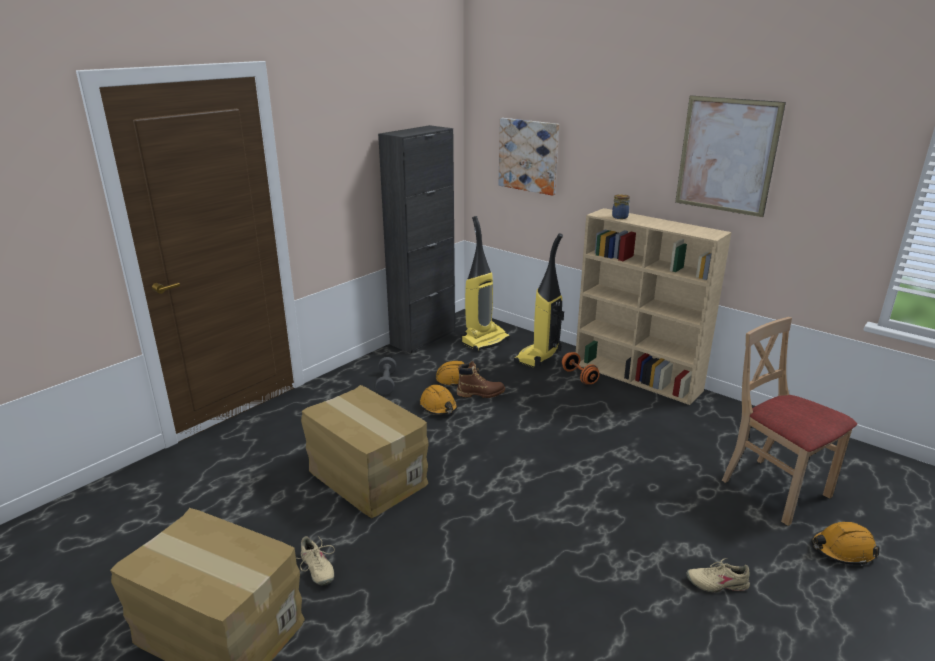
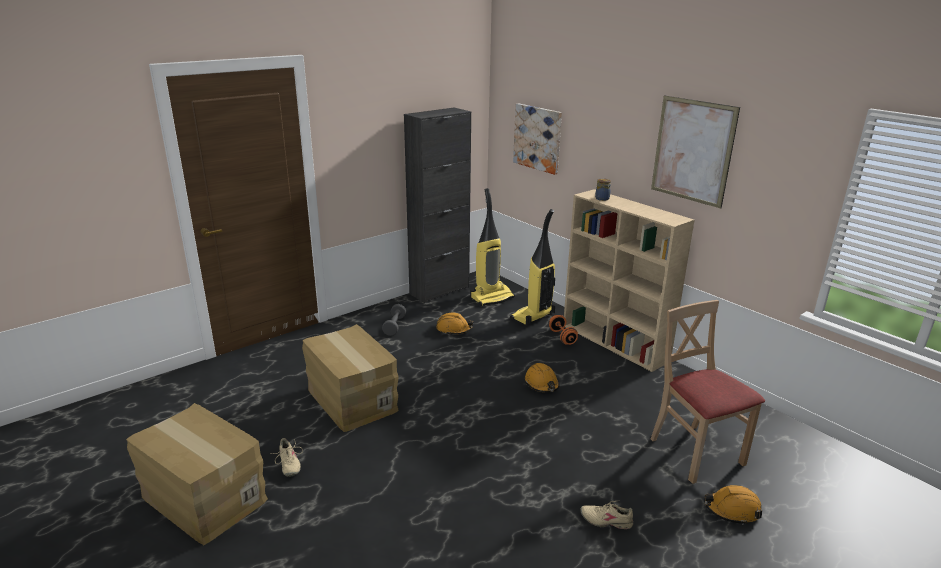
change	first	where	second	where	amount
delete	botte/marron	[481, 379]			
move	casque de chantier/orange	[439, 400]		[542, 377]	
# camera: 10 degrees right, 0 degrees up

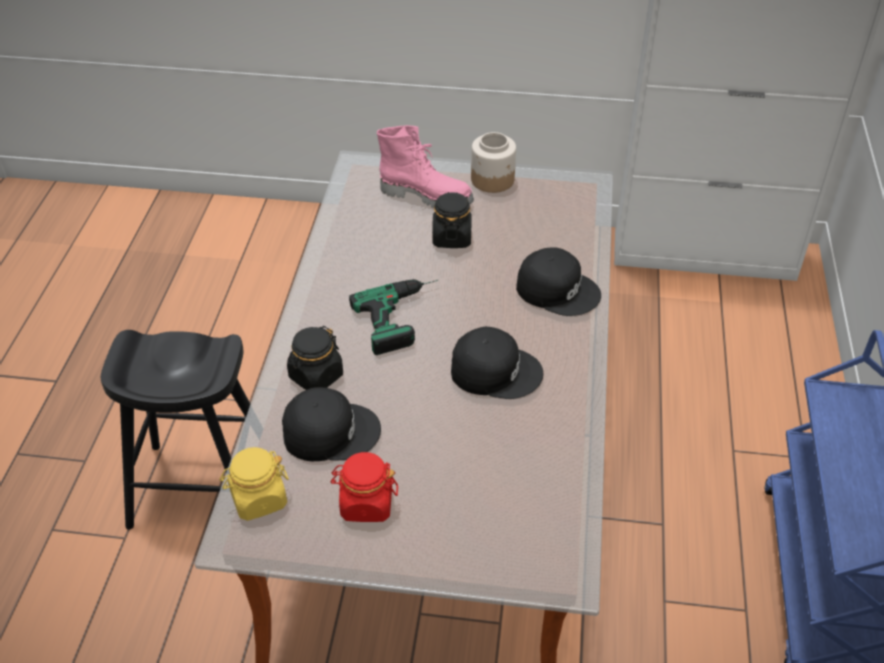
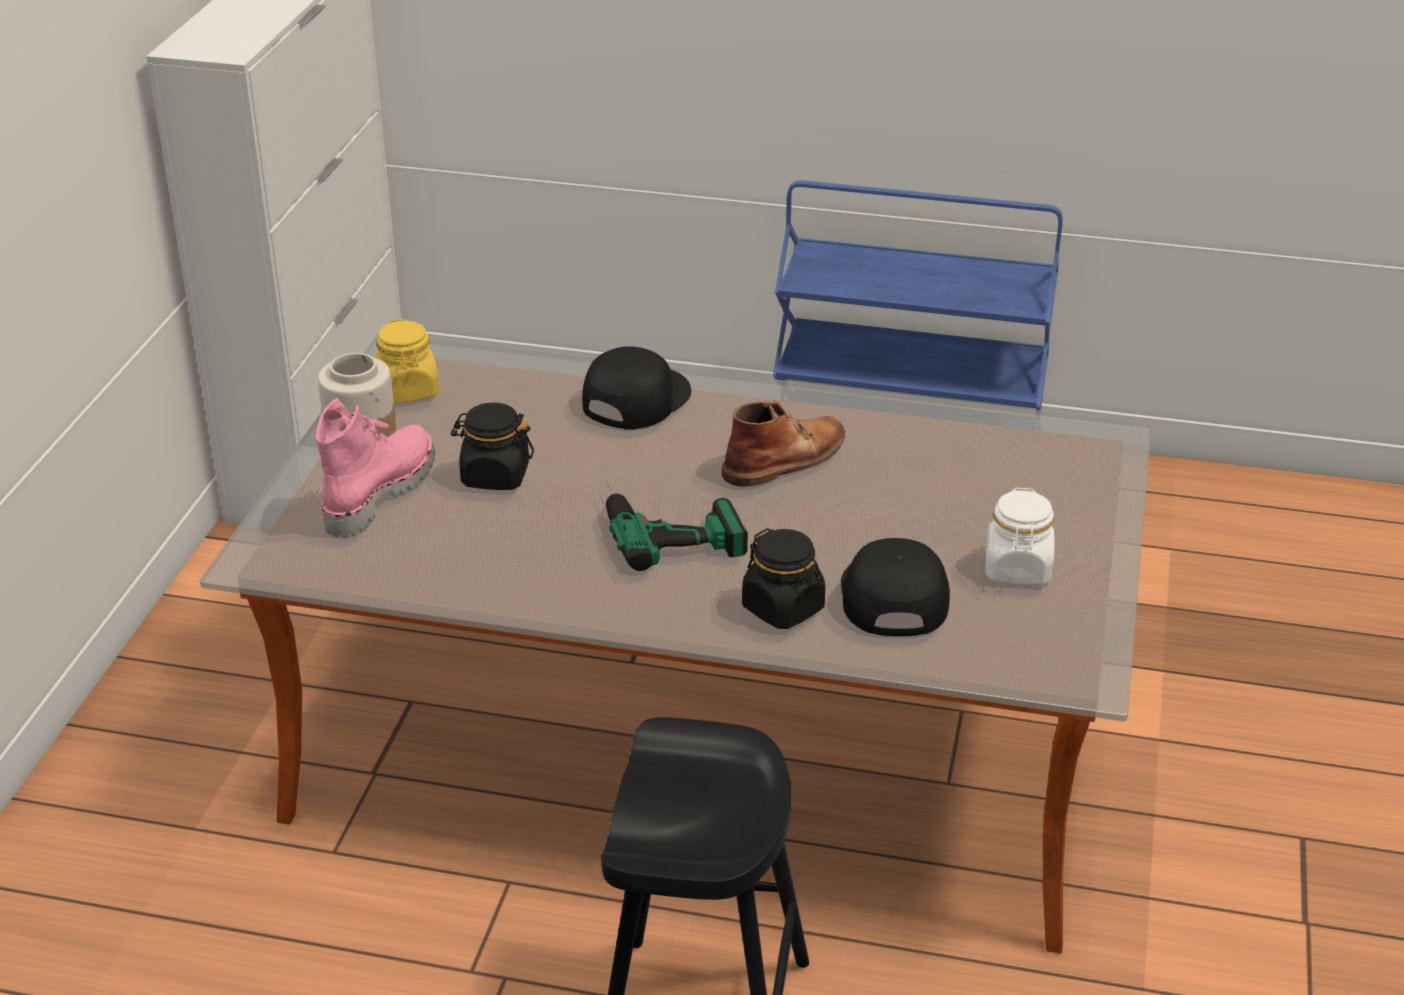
change	first	where	second	where	amount
replace	casquette/noir	[497, 363]	botte/marron	[783, 443]	
move	bocal/jaune	[254, 484]		[406, 361]	
recolor	bocal/rouge	[364, 487]	bocal/blanc	[1020, 536]	
# camera: 85 degrees left, 10 degrees down

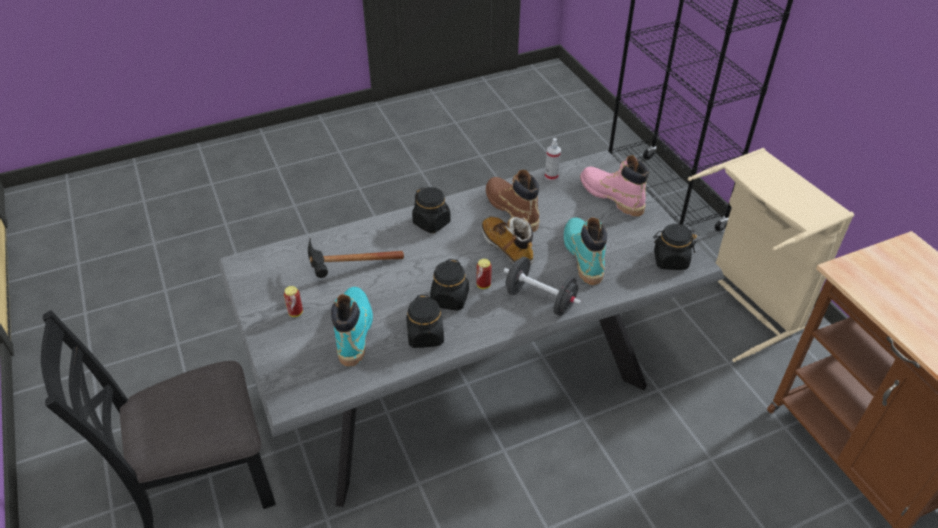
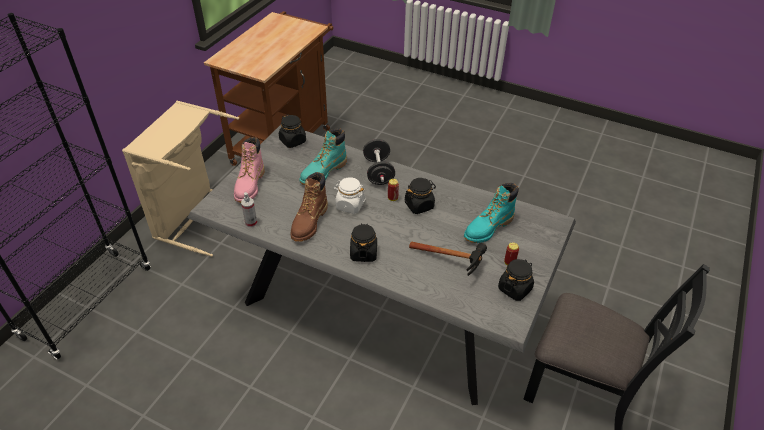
change	first	where	second	where	amount
replace	botte	[507, 241]	bocal/blanc	[350, 195]	
move	bocal/noir	[425, 321]		[516, 280]	
# camera: 130 degrees left, 0 degrees up

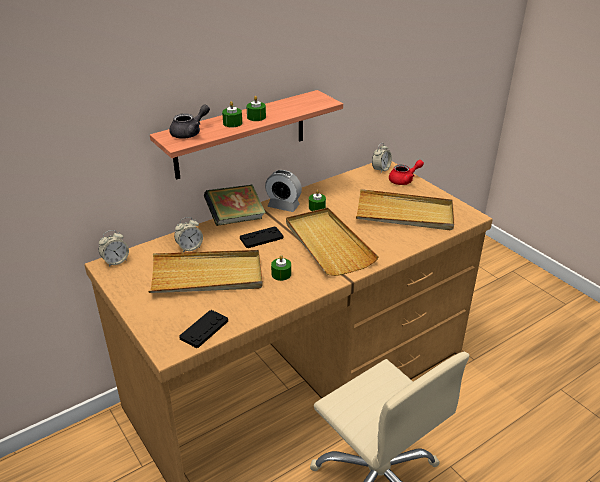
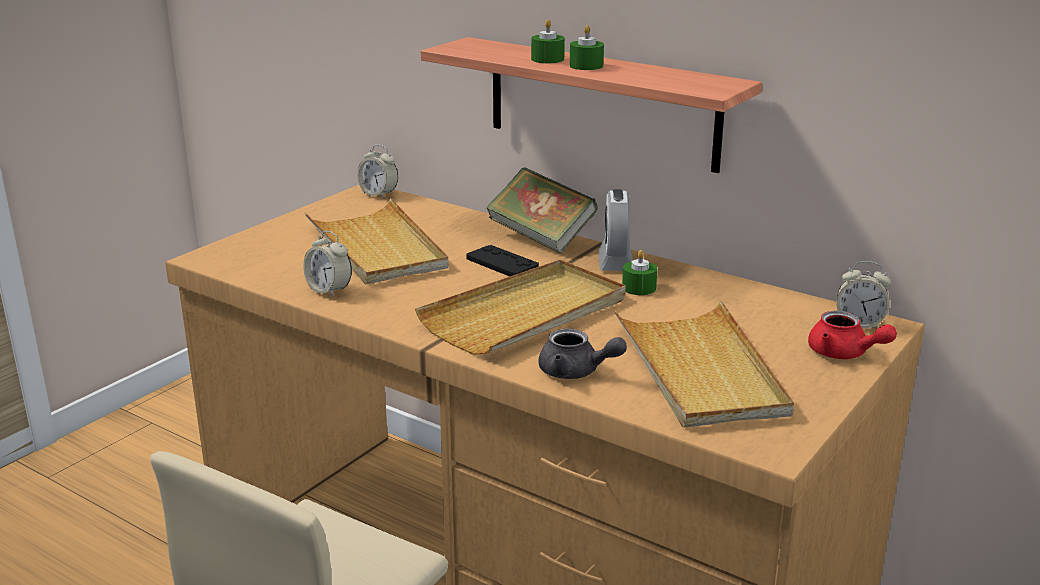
change	first	where	second	where	amount
move	théière/gris	[189, 121]		[582, 354]	
move	réveil	[188, 234]		[327, 264]	
delete	bougie/vert	[281, 268]			
delete	manette/noir	[203, 329]			
# camera: 70 degrees right, 10 degrees down

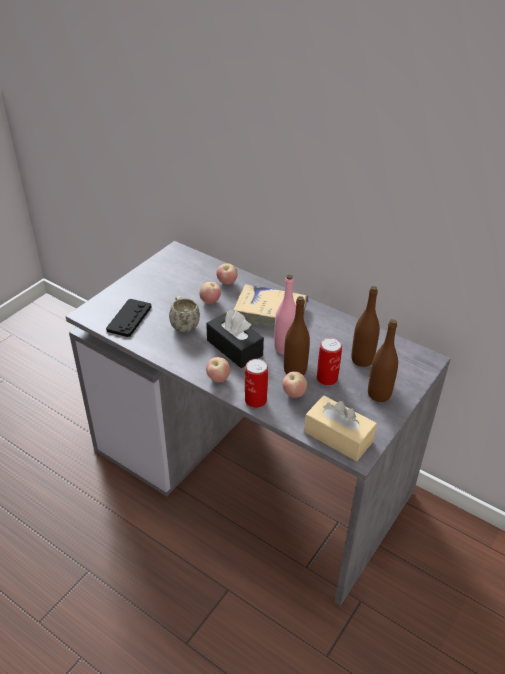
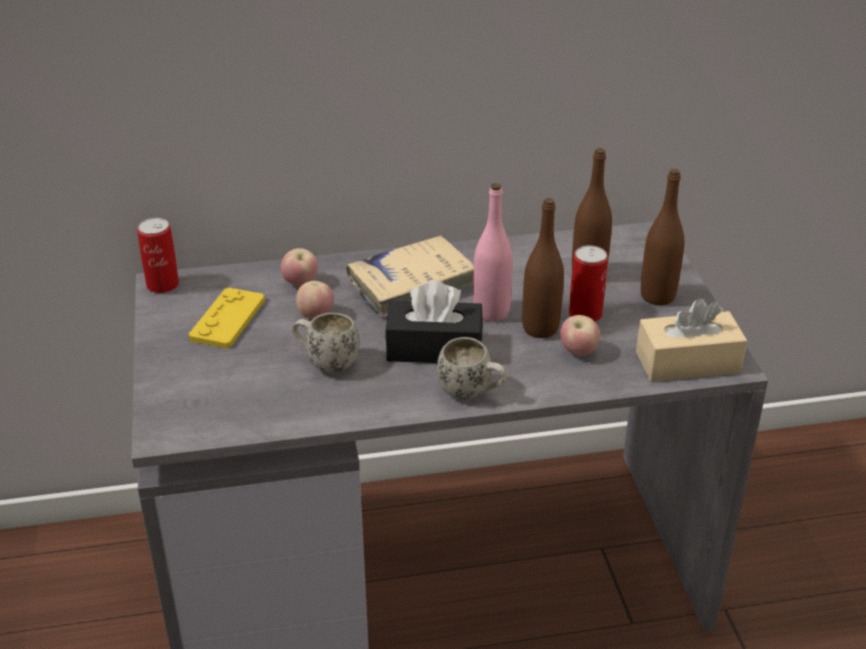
change	first	where	second	where	amount
delete	manette/noir	[128, 318]			
replace	pomme	[218, 370]	mug/blanc	[472, 368]	
move	boîte métallique	[256, 383]		[158, 255]	
insert			manette/jaune	[226, 318]	
# camera: 45 degrees left, 5 degrees down

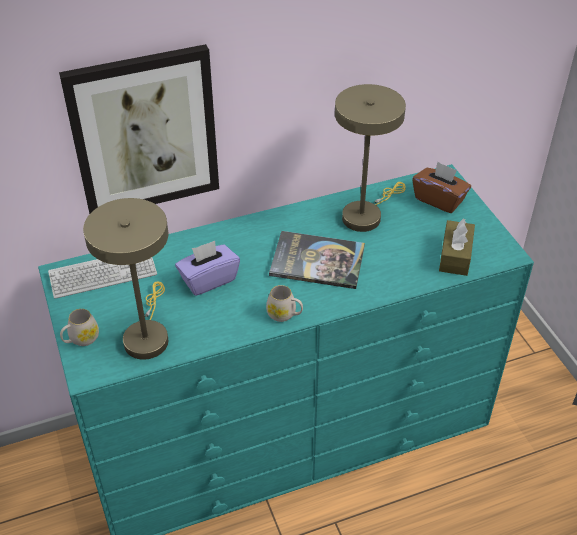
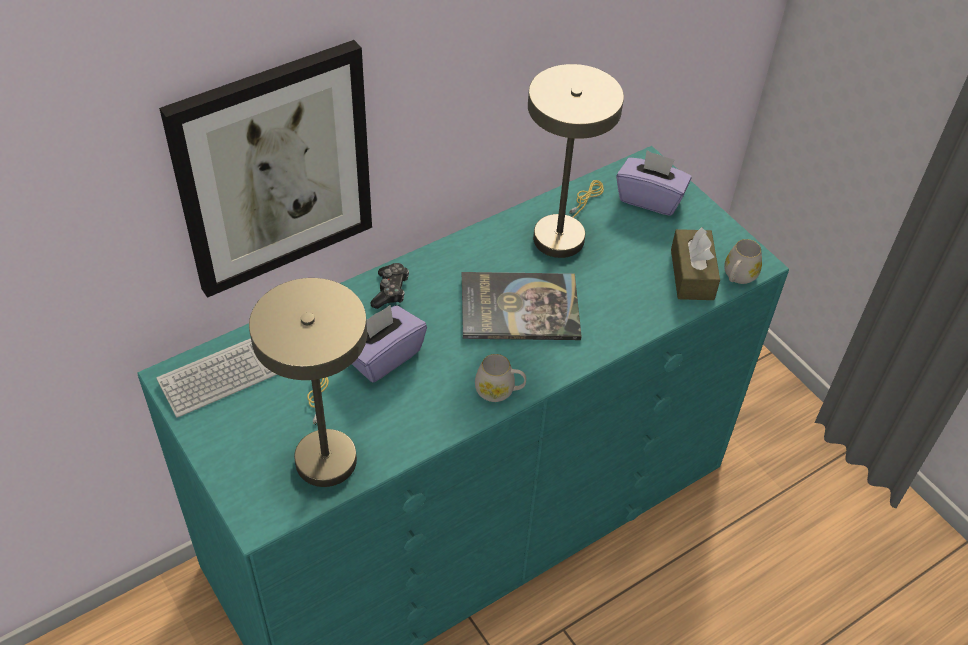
change	first	where	second	where	amount
recolor	boîte à mouchoirs/marron	[441, 187]	boîte à mouchoirs/violet	[654, 183]	
move	mug/blanc	[79, 327]		[743, 261]	
insert			manette	[390, 286]	
# camera: 15 degrees left, 5 degrees up

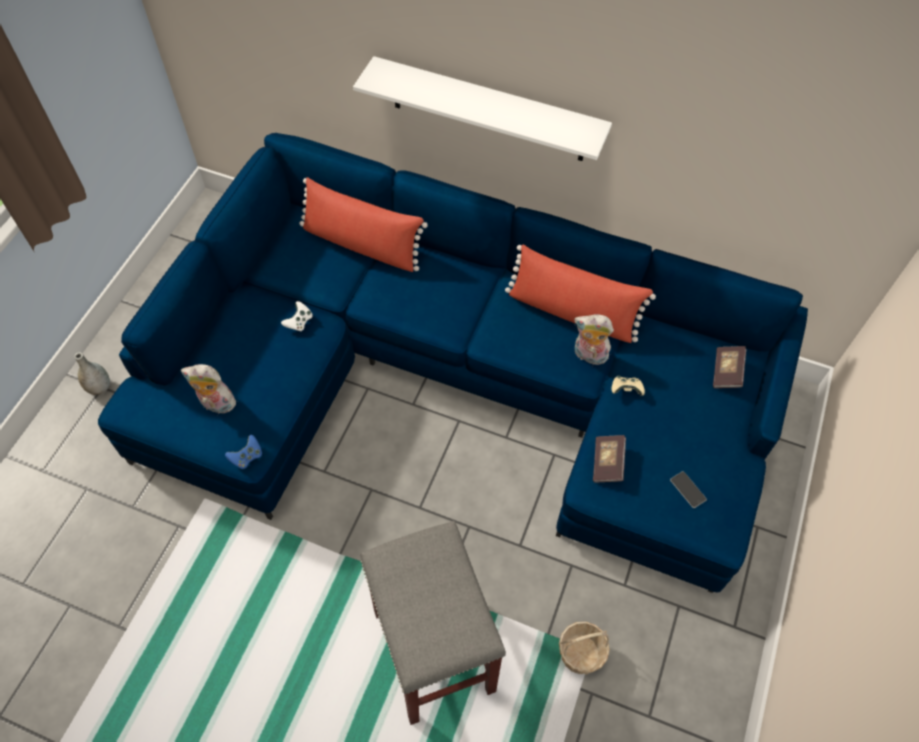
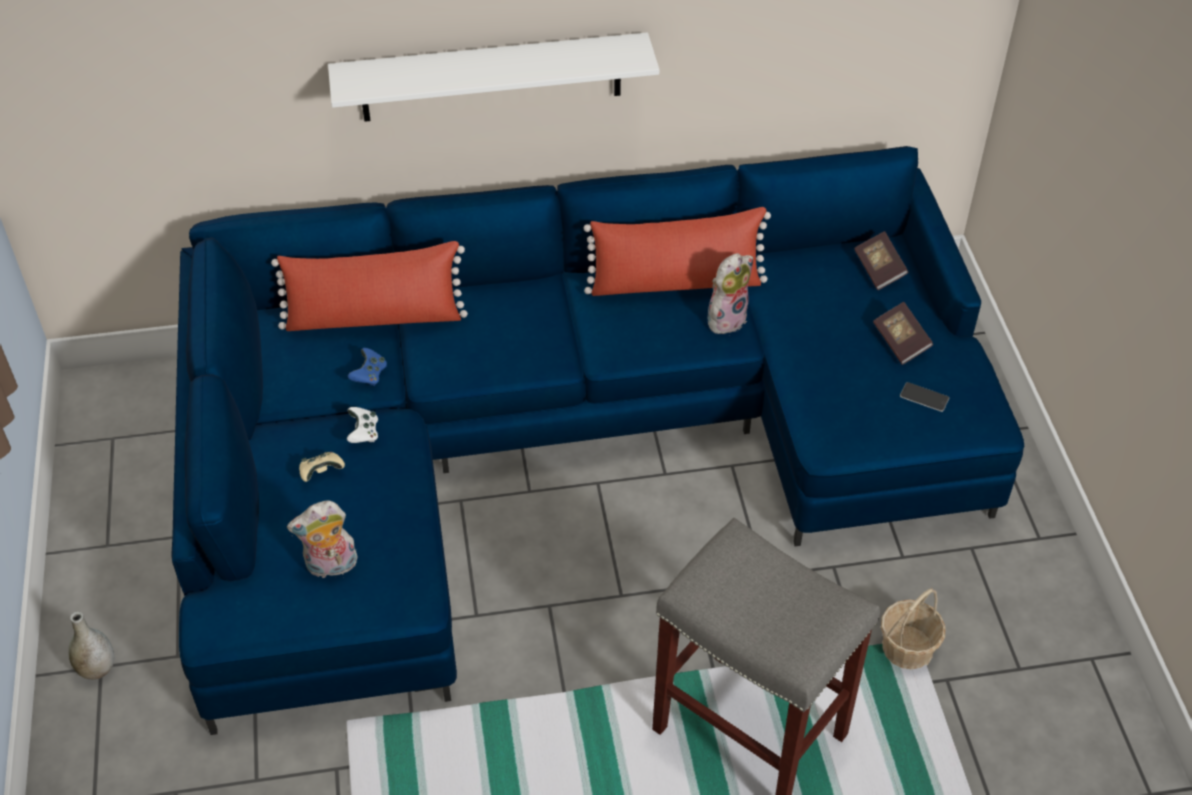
change	first	where	second	where	amount
rotate	peluche	[594, 339]		[730, 293]	150 degrees clockwise
move	manette/beige	[628, 385]		[322, 467]	
move	manette/bleu	[243, 452]		[367, 367]	
move	livre	[609, 458]		[903, 333]	
# camera: 30 degrees left, 10 degrees down

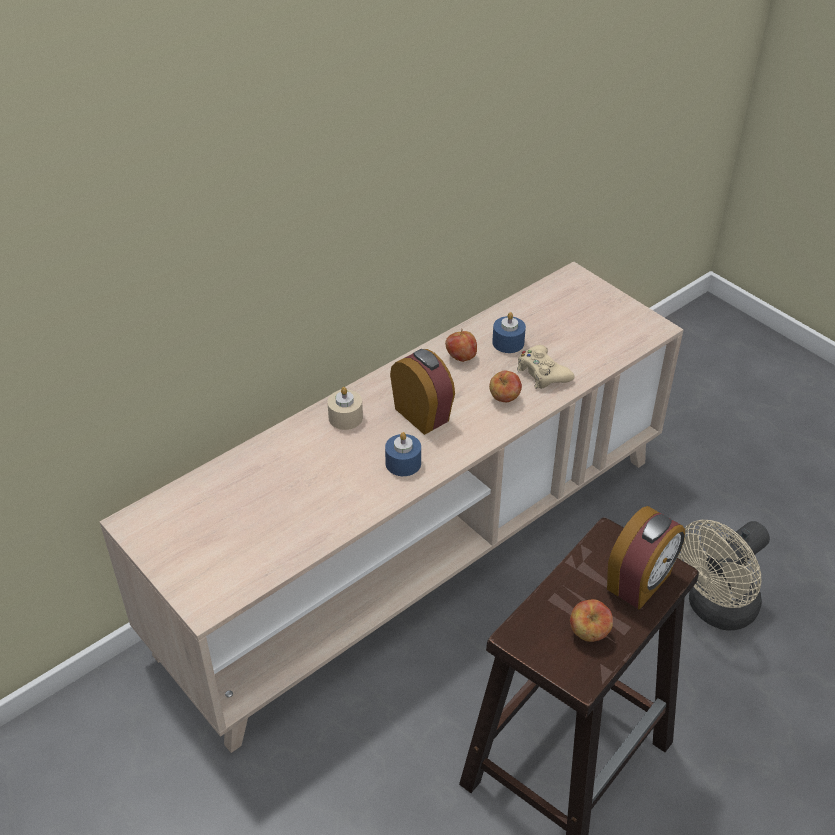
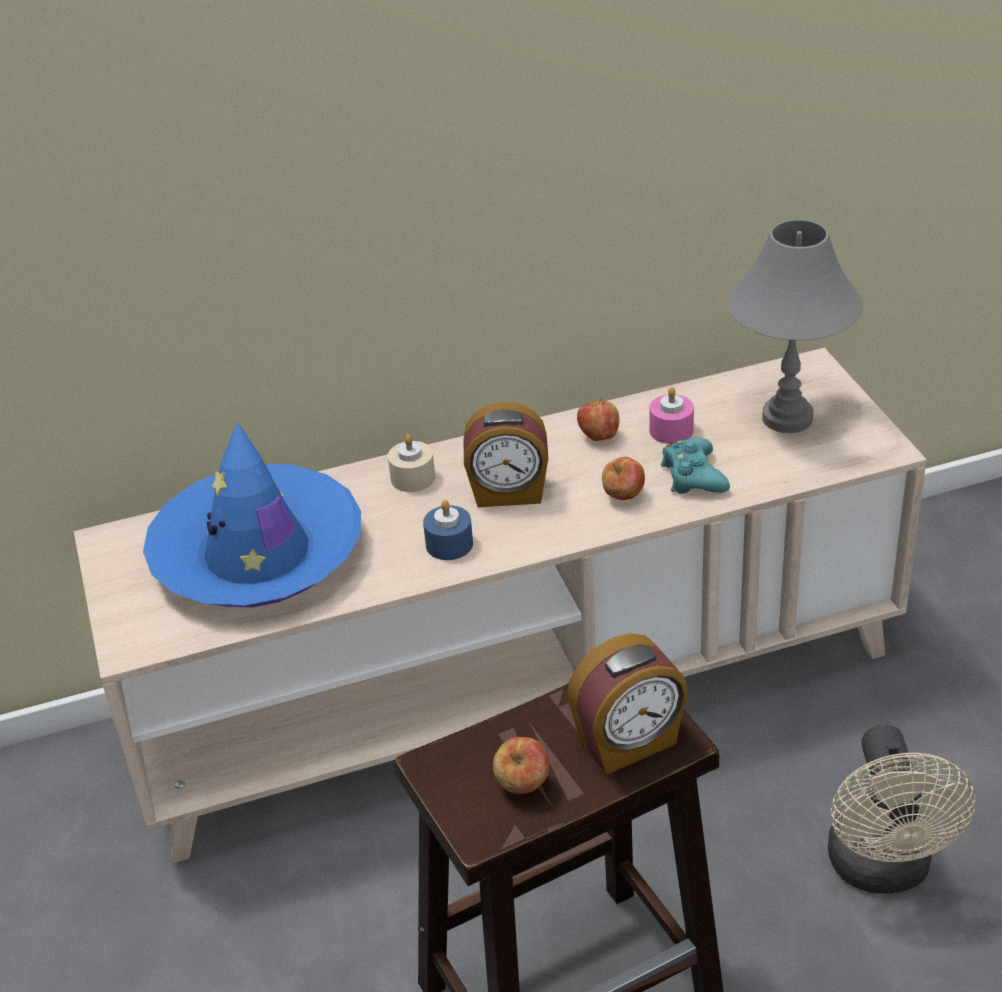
change	first	where	second	where	amount
recolor	bougie/bleu	[509, 332]	bougie/rose	[671, 415]	
recolor	manette/beige	[545, 367]	manette/turquoise	[695, 466]	
rotate	réveil	[422, 392]		[506, 454]	105 degrees clockwise
rotate	ventilateur/beige	[724, 575]		[902, 809]	75 degrees counterclockwise
insert			lampe de table/gris	[795, 326]	
insert			chapeau/bleu	[252, 514]	
# camera: 25 degrees right, 5 degrees down

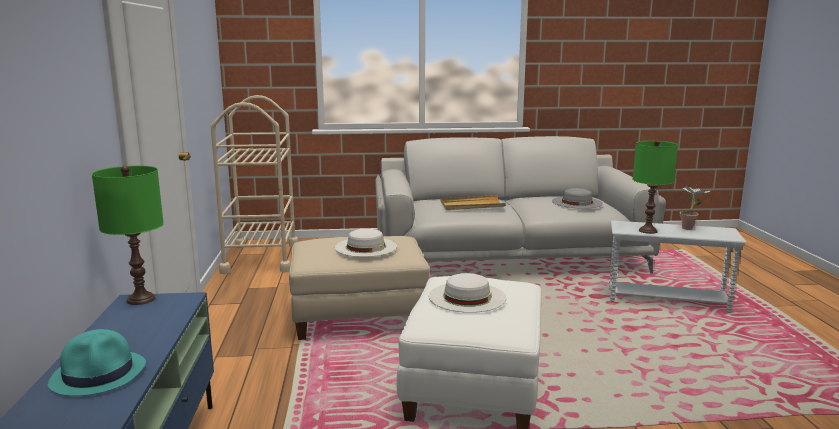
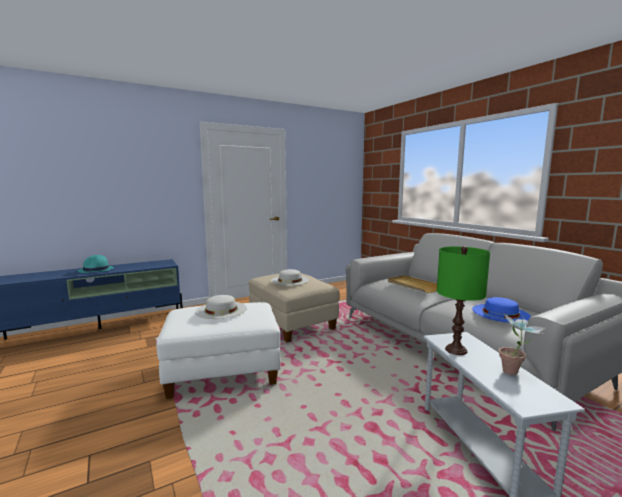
change	first	where	second	where	amount
delete	chariot/beige	[255, 184]			
delete	lampe de table/vert	[128, 235]			
recolor	chapeau/gris	[577, 198]	chapeau/bleu	[501, 310]	
# camera: 65 degrees right, 5 degrees down

